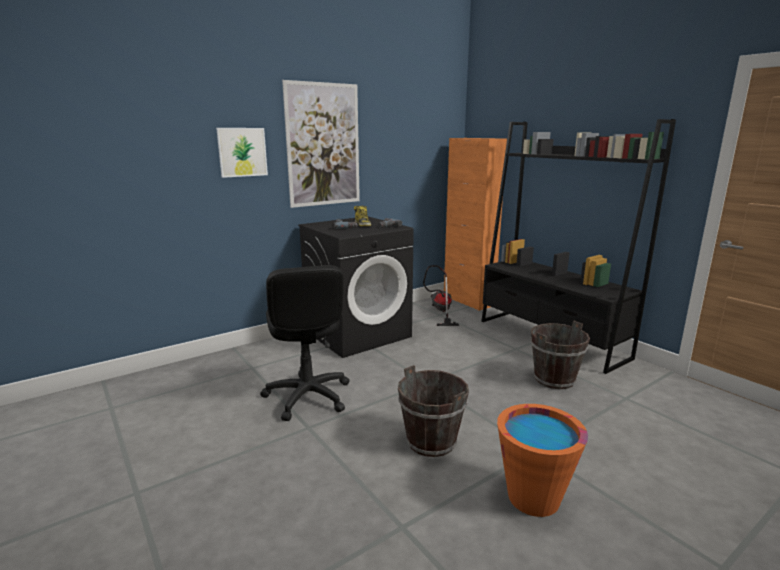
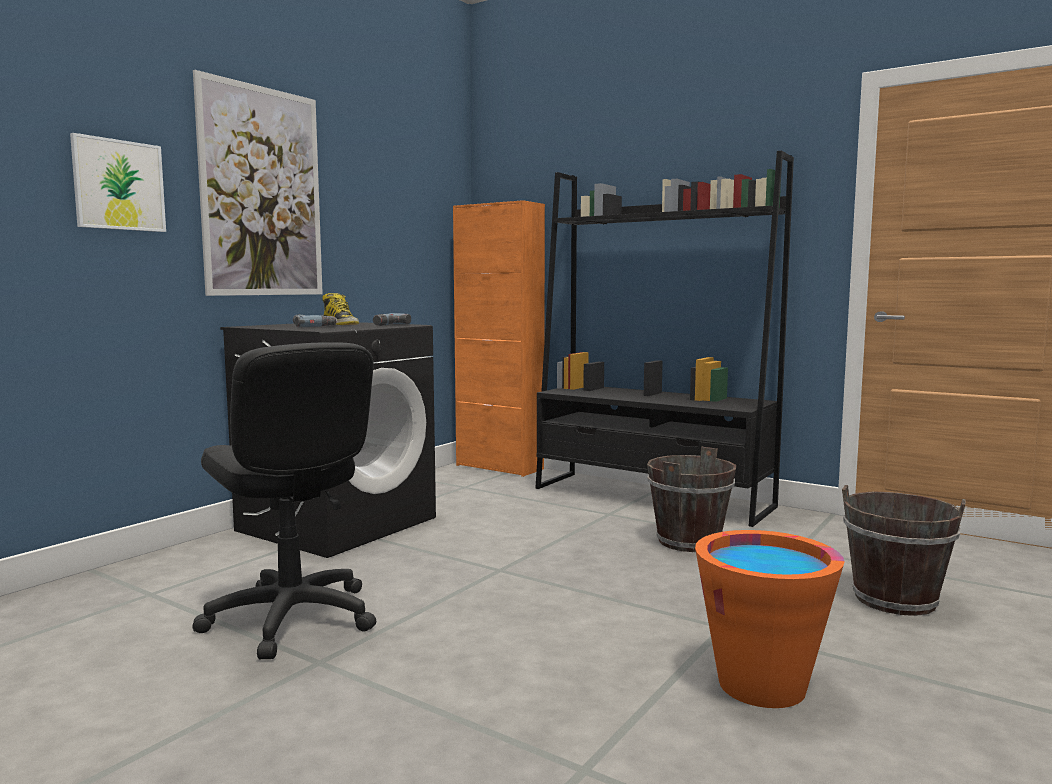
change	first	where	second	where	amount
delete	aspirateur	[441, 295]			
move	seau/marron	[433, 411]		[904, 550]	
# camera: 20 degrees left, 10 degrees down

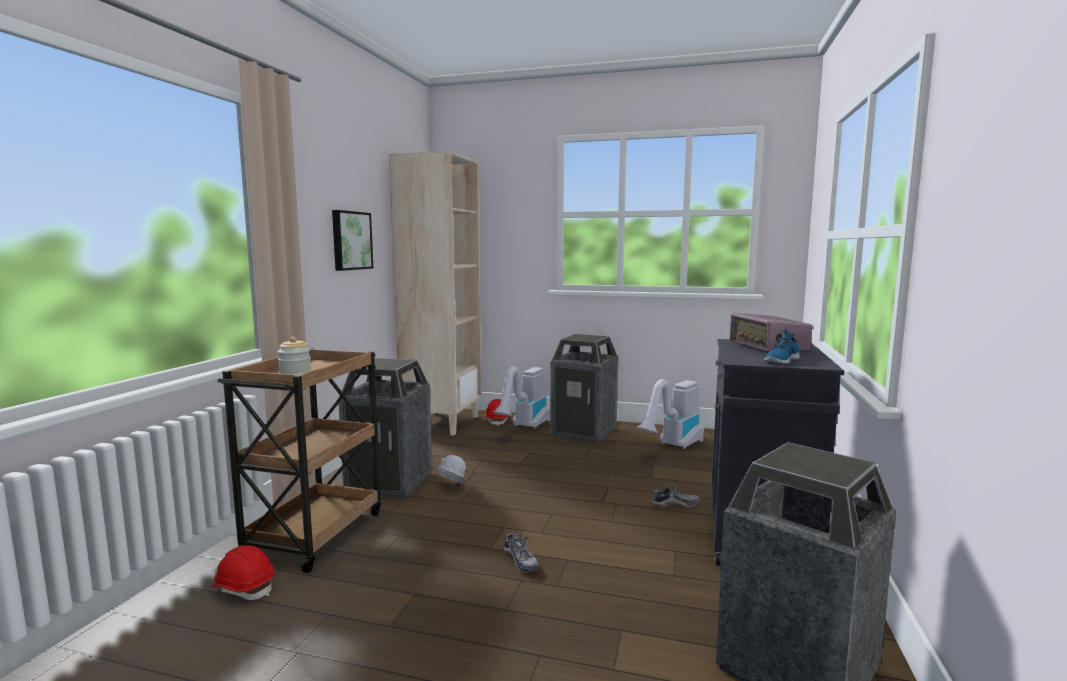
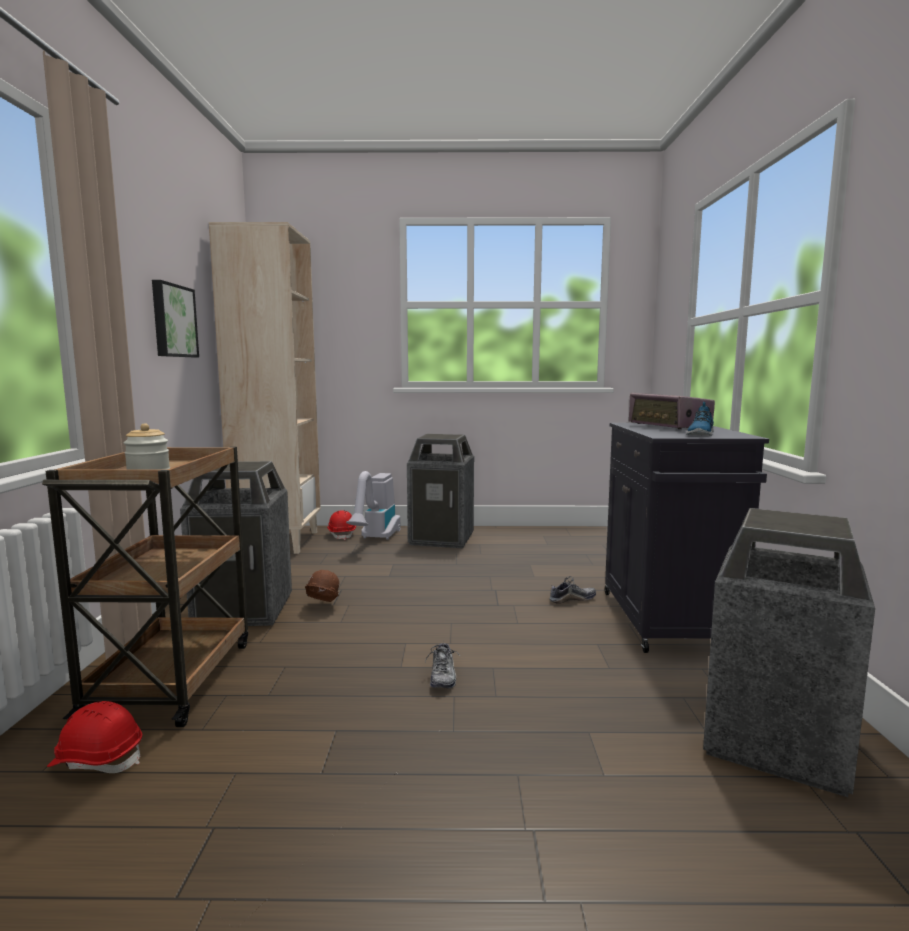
change	first	where	second	where	amount
delete	aspirateur	[670, 414]			
recolor	casque de chantier/blanc	[451, 469]	casque de chantier/marron	[322, 586]	
rotate	chaussure	[521, 552]		[442, 665]	45 degrees clockwise
# camera: 15 degrees left, 0 degrees up

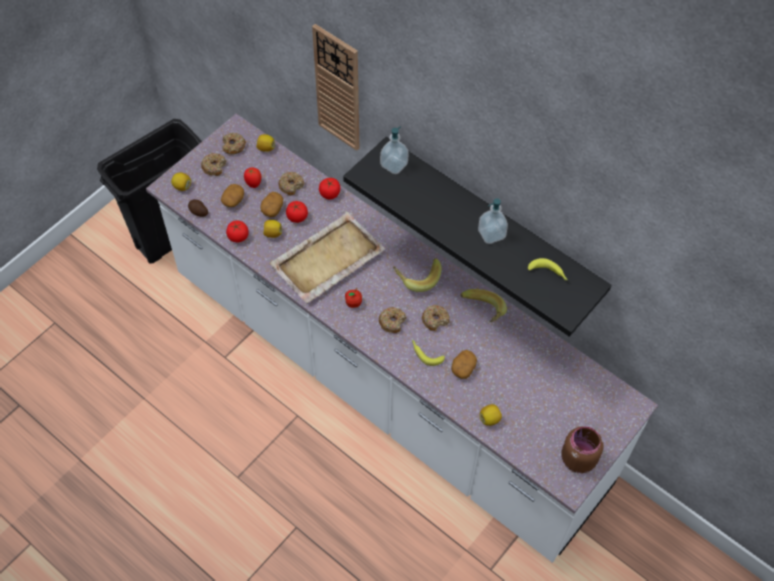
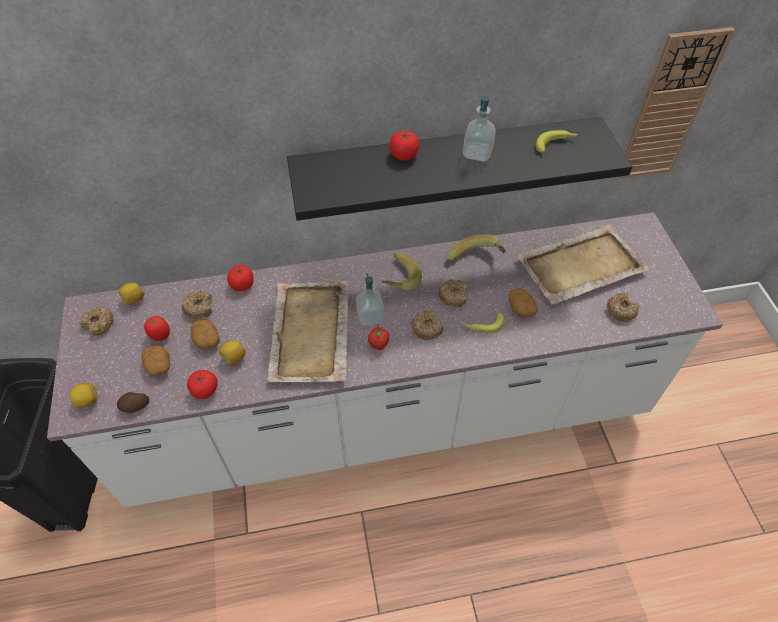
change	first	where	second	where	amount
move	horloge murale	[335, 87]		[676, 103]	
move	distributeur de savon	[394, 150]		[370, 300]	
move	beignet	[214, 164]		[623, 307]	
move	tomate	[297, 212]		[404, 146]	
delete	citron	[491, 415]			
delete	bocal/marron	[582, 449]			
insert			plateau/beige	[582, 264]	
# camera: 50 degrees left, 5 degrees down

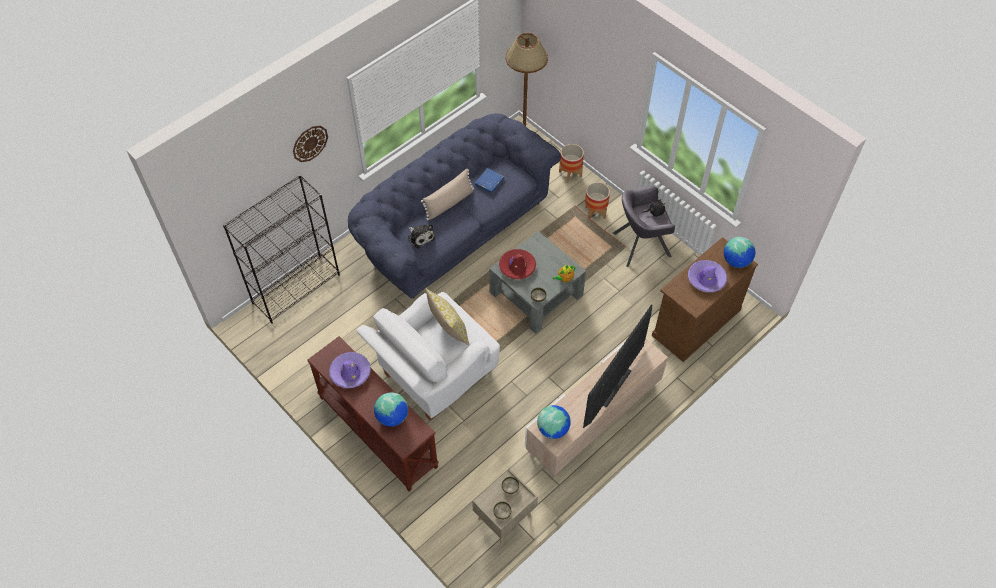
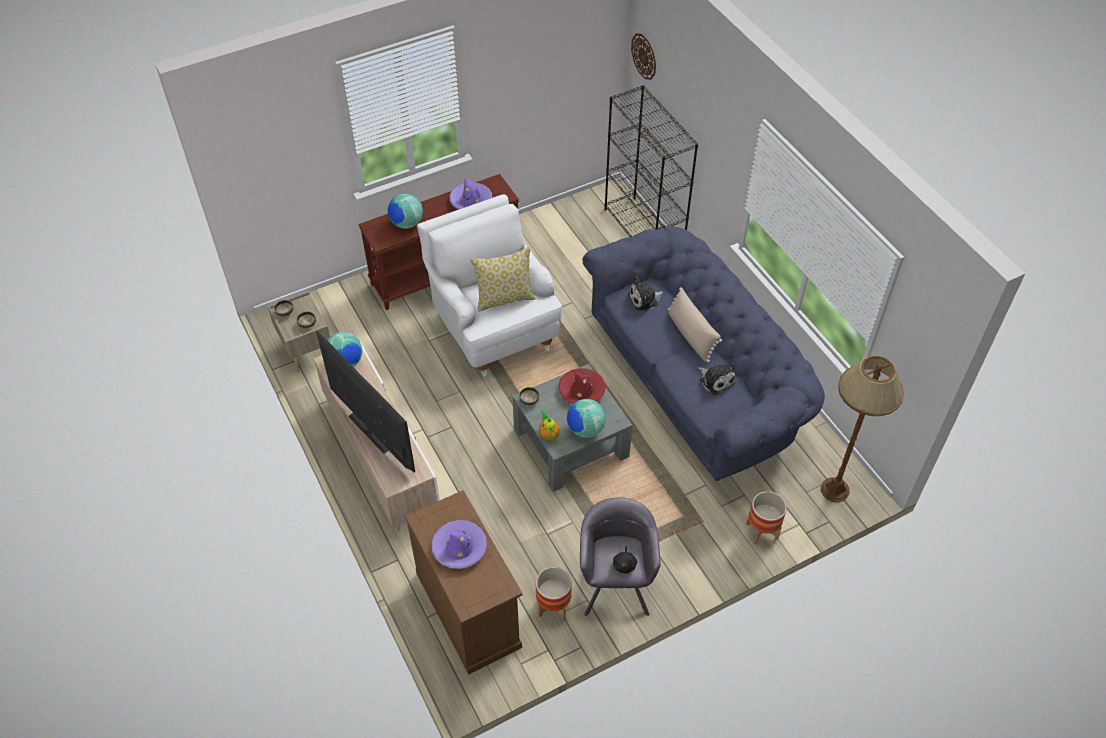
change	first	where	second	where	amount
move	horloge murale	[310, 144]		[643, 56]	
replace	livre/bleu	[489, 181]	peluche	[717, 379]	
move	cache-pot	[597, 201]		[554, 594]	
move	globe	[739, 252]		[586, 418]	
# camera: 105 degrees right, 5 degrees down

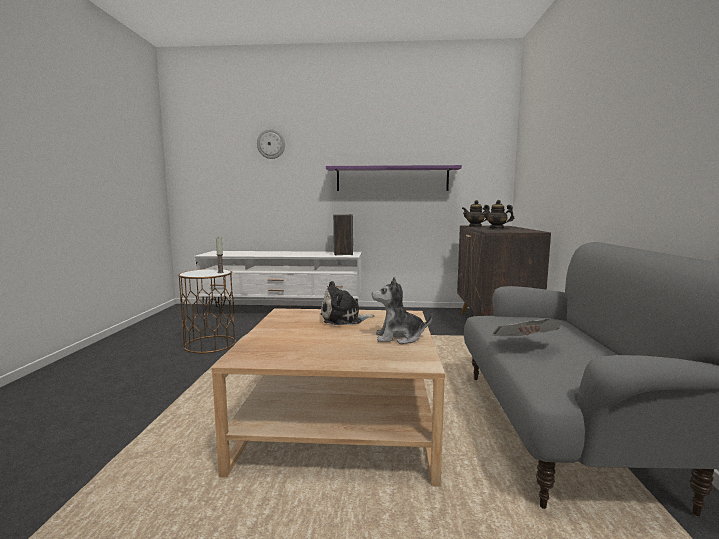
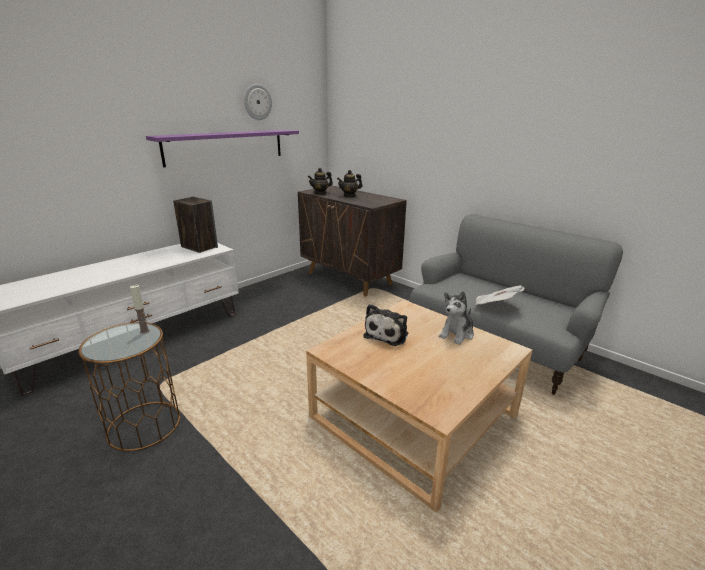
change	first	where	second	where	amount
move	horloge murale	[271, 144]		[258, 102]	
# camera: 50 degrees left, 15 degrees up

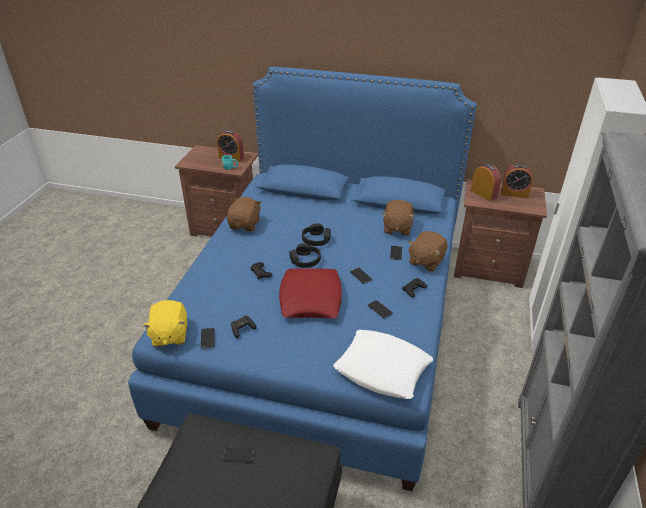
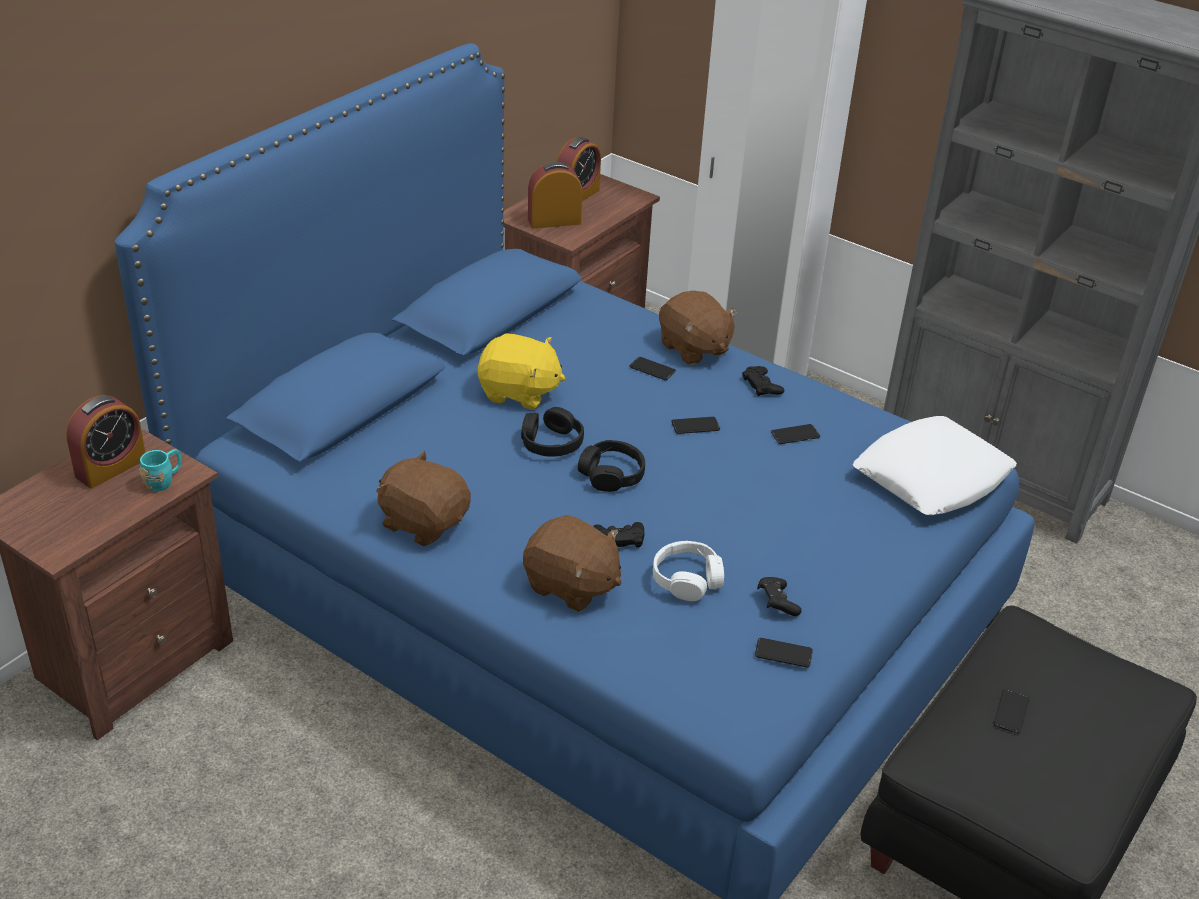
change	first	where	second	where	amount
move	peluche/marron	[398, 218]		[572, 563]	
delete	coussin/rouge	[310, 293]			
move	peluche/jaune	[165, 323]		[521, 371]	
insert			casque audio/blanc	[688, 571]	
# camera: 70 degrees left, 0 degrees up

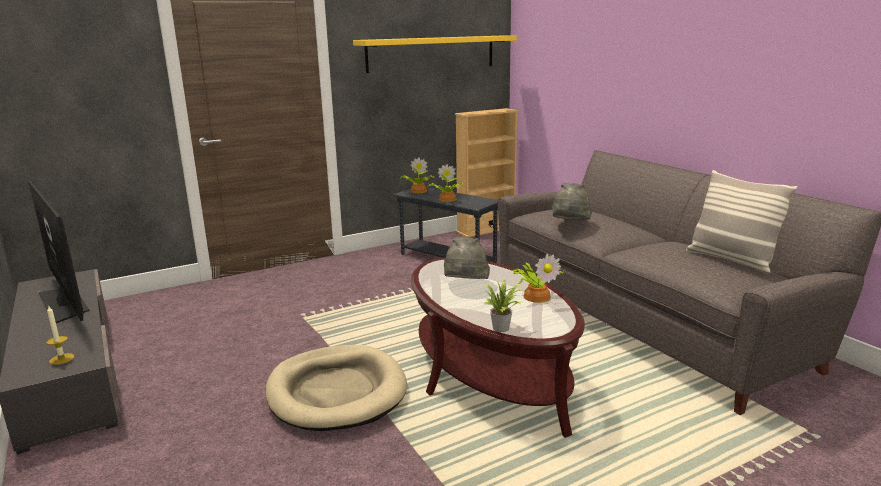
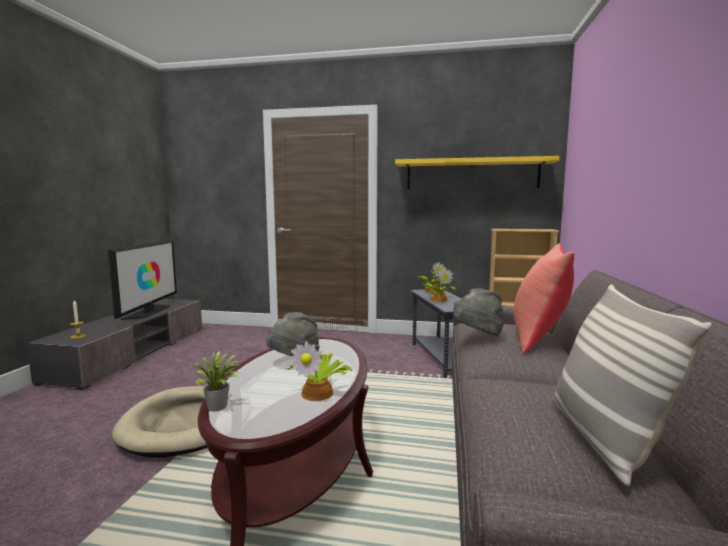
change	first	where	second	where	amount
insert			coussin/rouge	[543, 298]	
# camera: 40 degrees right, 10 degrees down

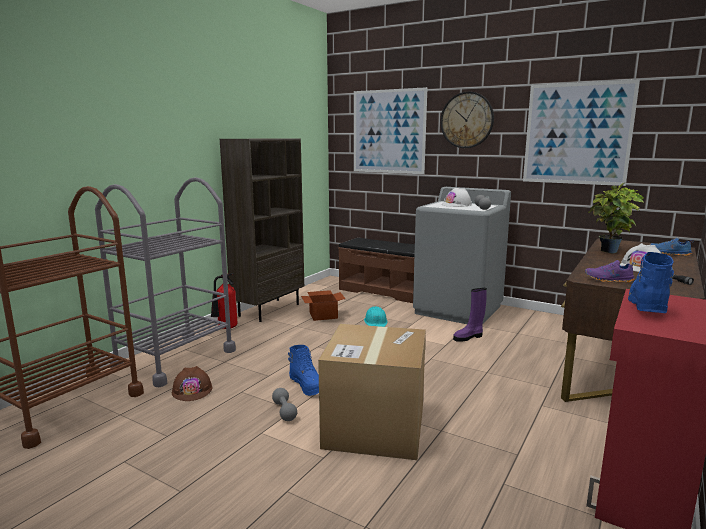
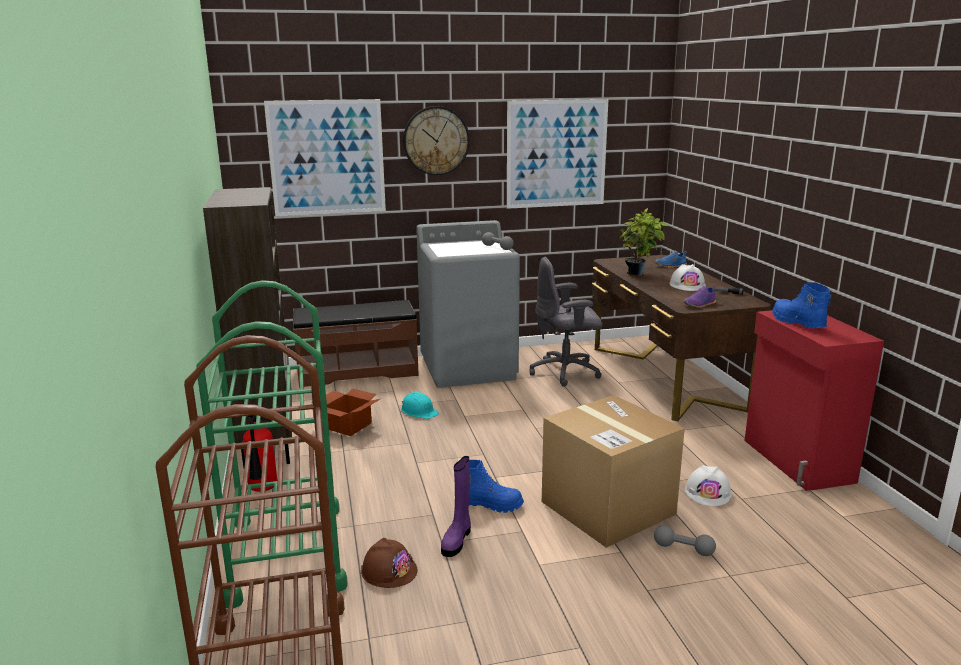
change	first	where	second	where	amount
recolor	chariot/gris	[165, 282]	chariot/vert	[272, 444]	
move	casque de chantier/blanc	[457, 197]		[708, 485]	
move	botte/violet	[470, 315]		[456, 506]	
move	haltère/gris	[284, 404]		[685, 540]	
insert			chaise de bureau/gris	[565, 322]	
# camera: 45 degrees left, 5 degrees up

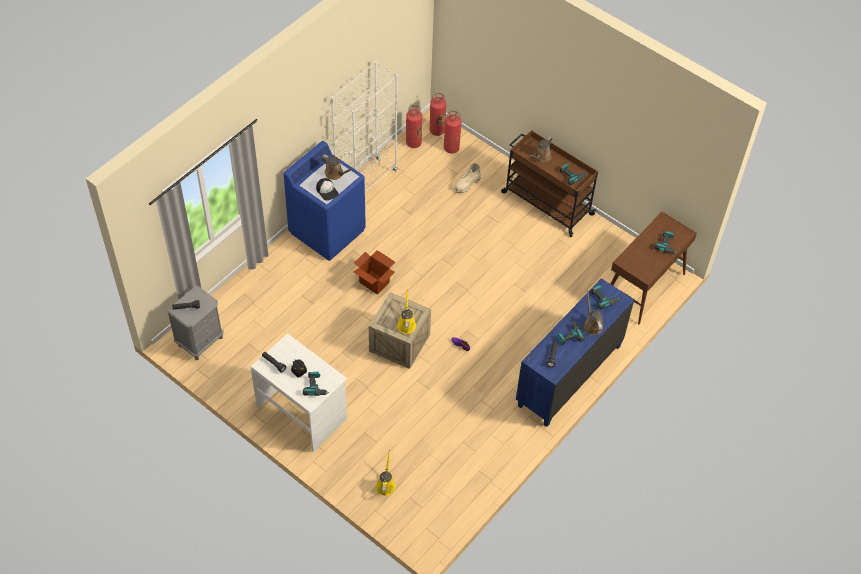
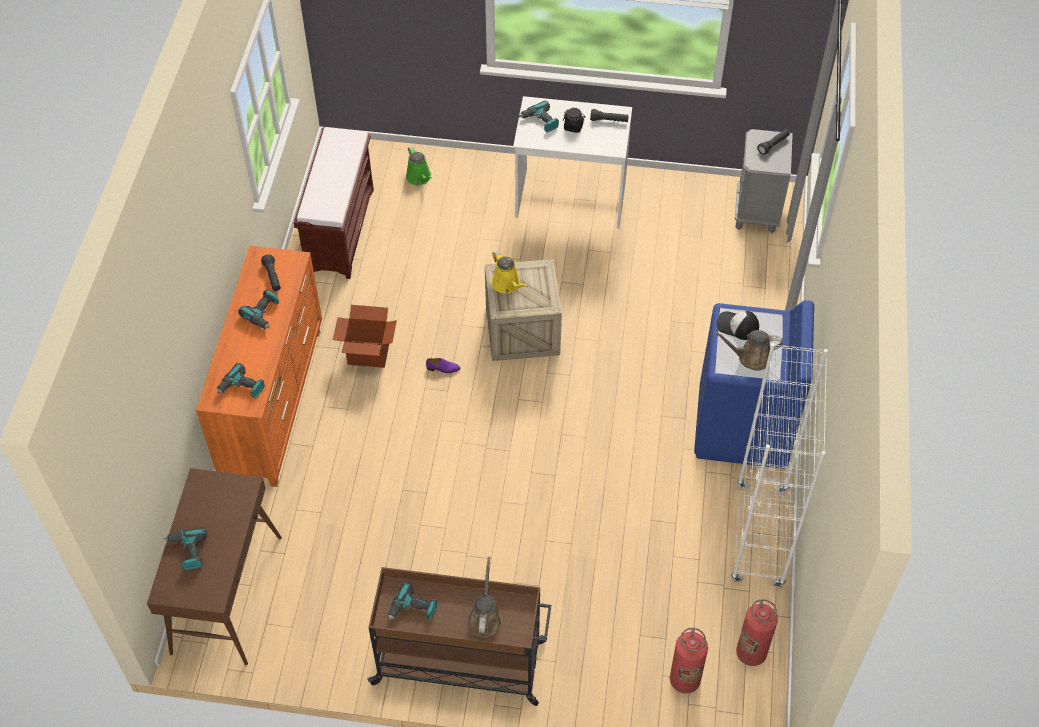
change	first	where	second	where	amount
delete	extincteur	[438, 114]			
delete	botte/beige	[467, 178]			
move	carton	[374, 272]		[365, 336]	
recolor	commode/bleu	[575, 352]	commode/orange	[259, 366]	
delete	arrosoir/marron	[593, 312]			
recolor	arrosoir/jaune	[386, 473]	arrosoir/vert	[419, 165]	
insert			banc/marron	[334, 203]	
# camera: 150 degrees right, 0 degrees up

